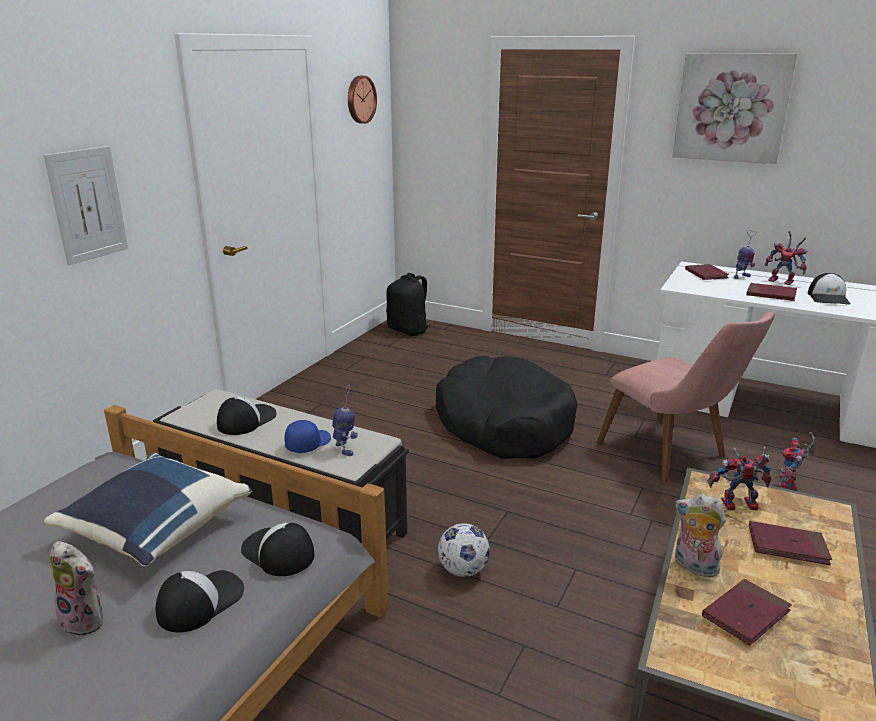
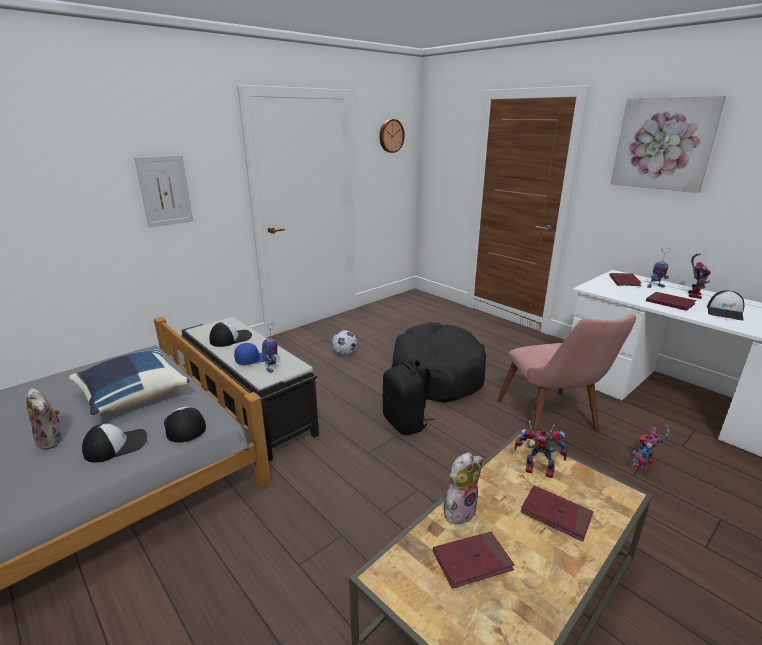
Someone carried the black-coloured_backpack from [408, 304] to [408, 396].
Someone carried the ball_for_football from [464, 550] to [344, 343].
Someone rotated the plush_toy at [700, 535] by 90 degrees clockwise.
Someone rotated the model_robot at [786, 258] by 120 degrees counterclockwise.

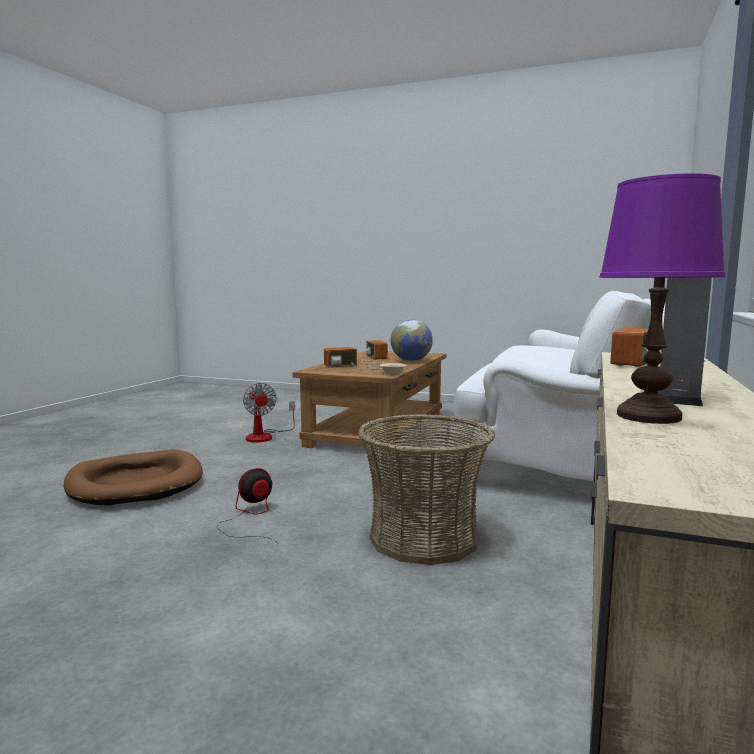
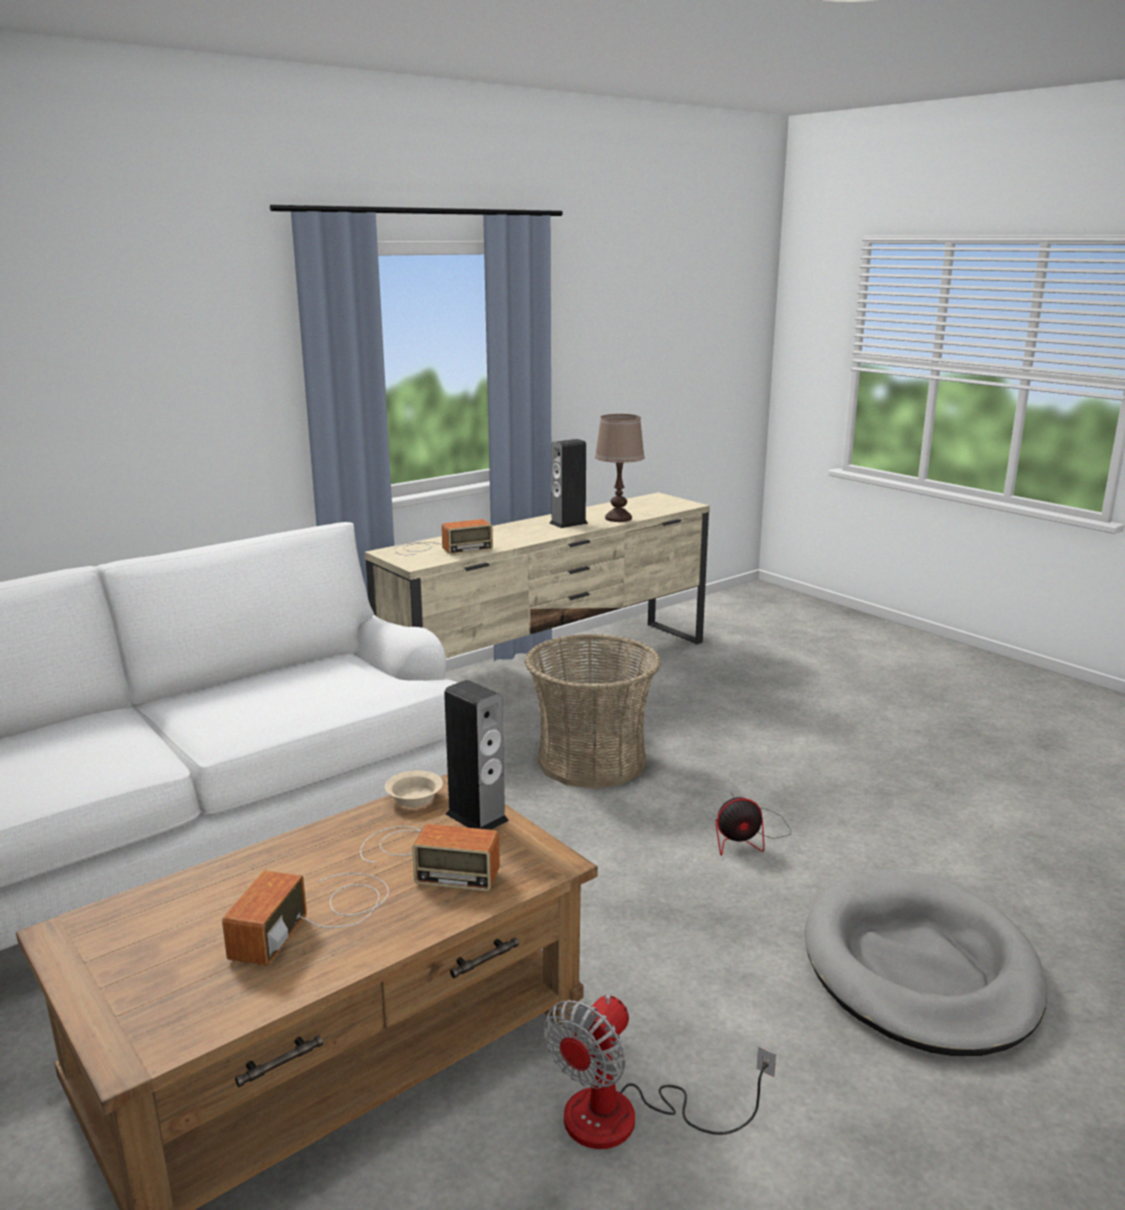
Someone repainted the brown-coloured_dog_cushion at [133, 477], which became the gray_dog_cushion at [925, 963].
Someone rotated the electric_fan at [269, 413] by 150 degrees counterclockwise.
Someone took away the world_globe at [412, 340].
Someone repainted the purple-coloured_lamp_for_a_table at [663, 298], which became the brown-coloured_lamp_for_a_table at [620, 468].
Someone put down the audio_speaker at [476, 755].

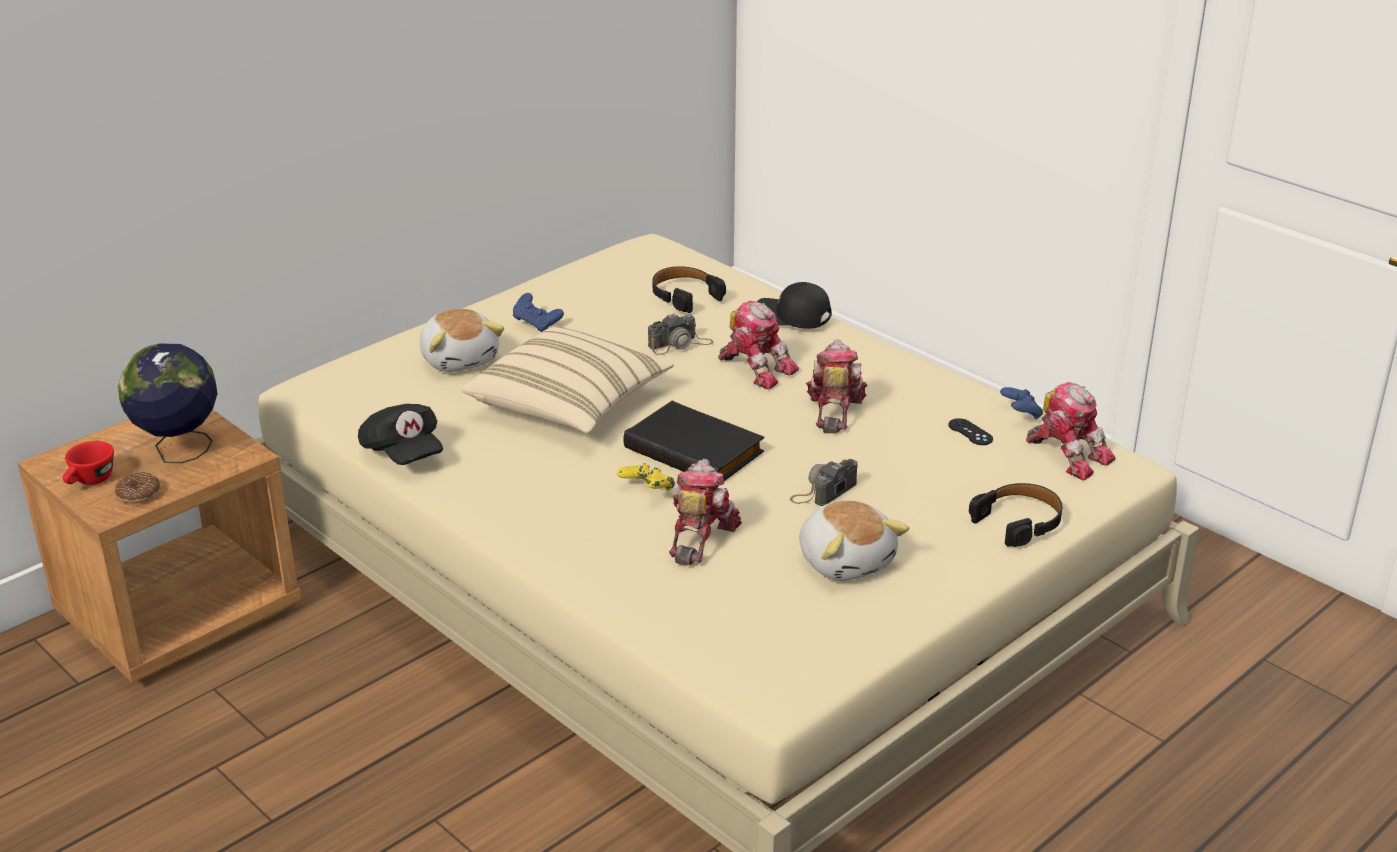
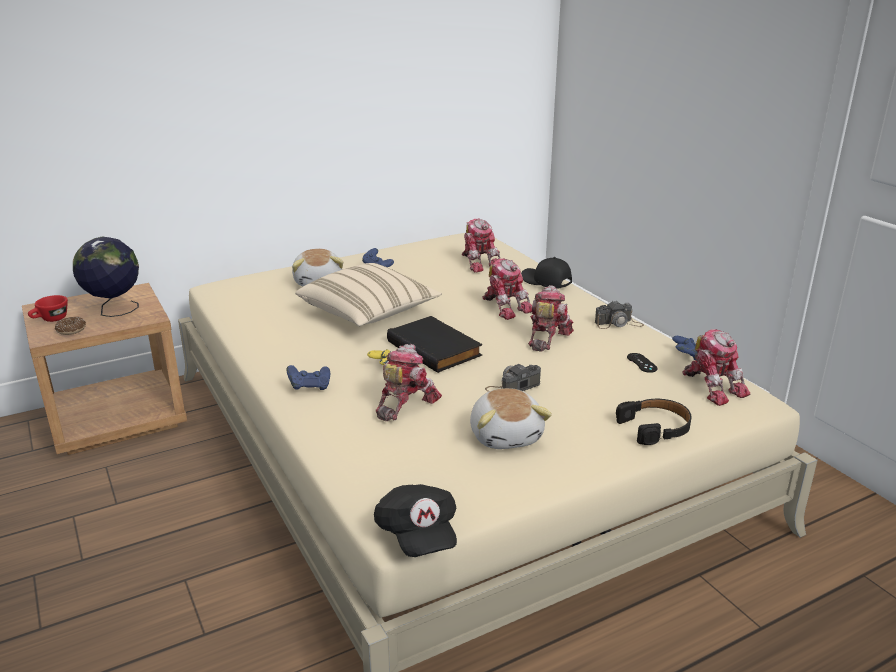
Someone carried the black-coloured_peaked_cap from [400, 434] to [415, 520].
Someone carried the still_camera from [680, 334] to [619, 314].
Someone swapped the black-coloured_pair_of_headphones at [689, 289] for the model_robot at [481, 246].
Someone put down the blue-coloured_joypad at [308, 377].

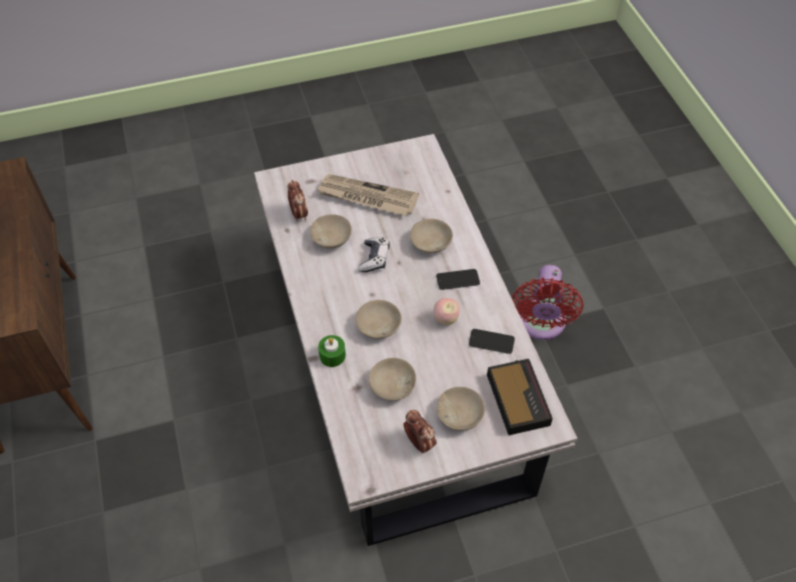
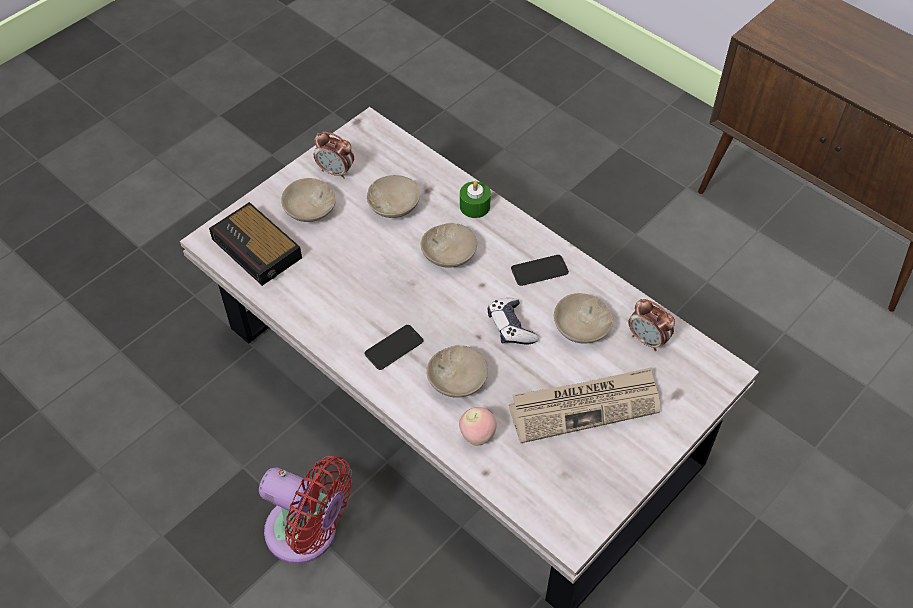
Someone carried the apple from [446, 311] to [478, 426].
Someone carried the telephone from [492, 341] to [540, 270].
Someone rotated the red-coloured_electric_fan at [547, 302] by 135 degrees clockwise.

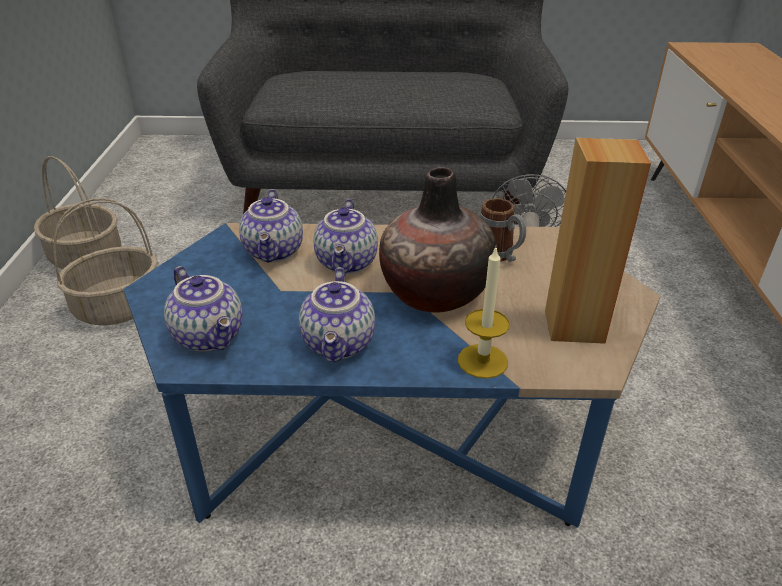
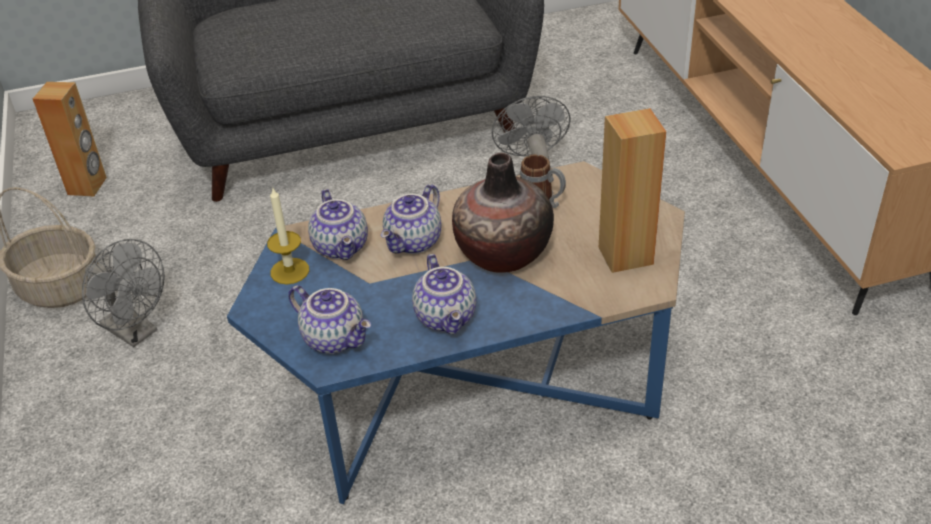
Someone swapped the basket at [105, 261] for the gray_electric_fan at [123, 293].
Someone rotated the tea_pot at [345, 236] by 45 degrees clockwise.
Someone carried the candle from [484, 313] to [288, 236].
Someone put down the brown-coloured_audio_speaker at [70, 139].

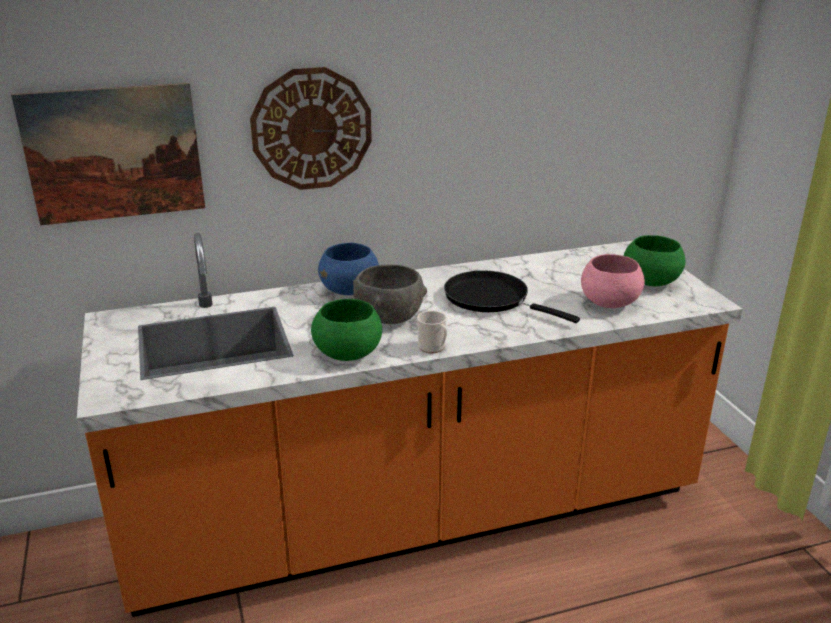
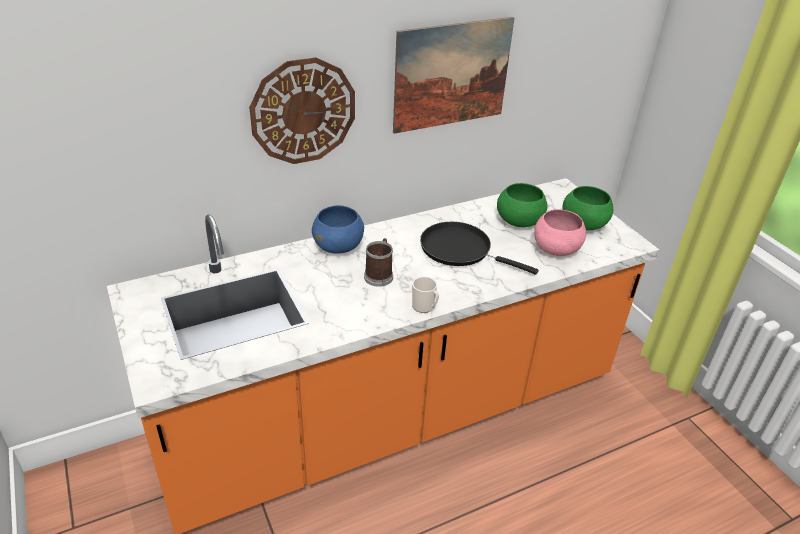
Someone carried the wall_art from [108, 154] to [453, 75].
Someone carried the green_serving_bowl from [346, 330] to [522, 205].
Someone swapped the gray_serving_bowl at [390, 294] for the mug at [378, 262].

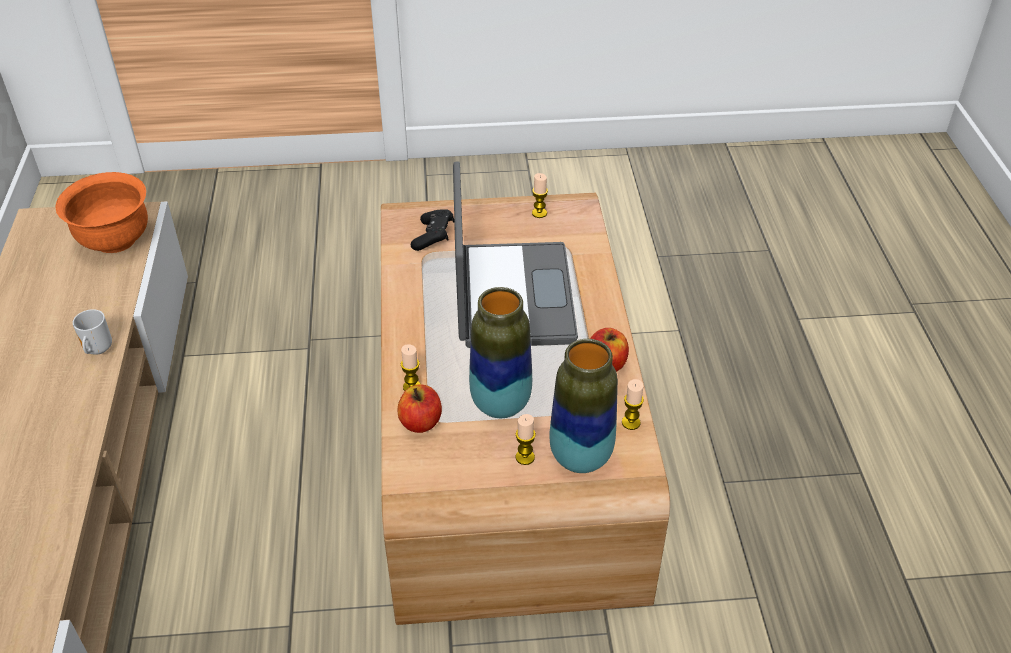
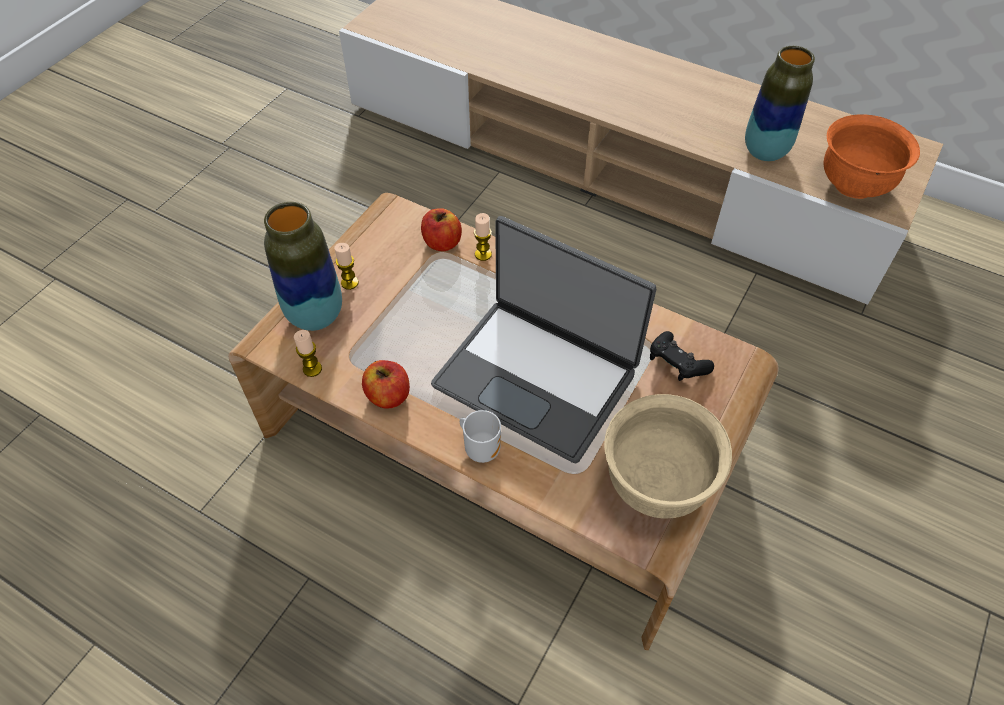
Someone carried the mug from [92, 331] to [480, 436].
Someone carried the decorative_vase from [500, 352] to [780, 103].
Someone swapped the candle at [540, 195] for the beige-coloured_serving_bowl at [668, 456].

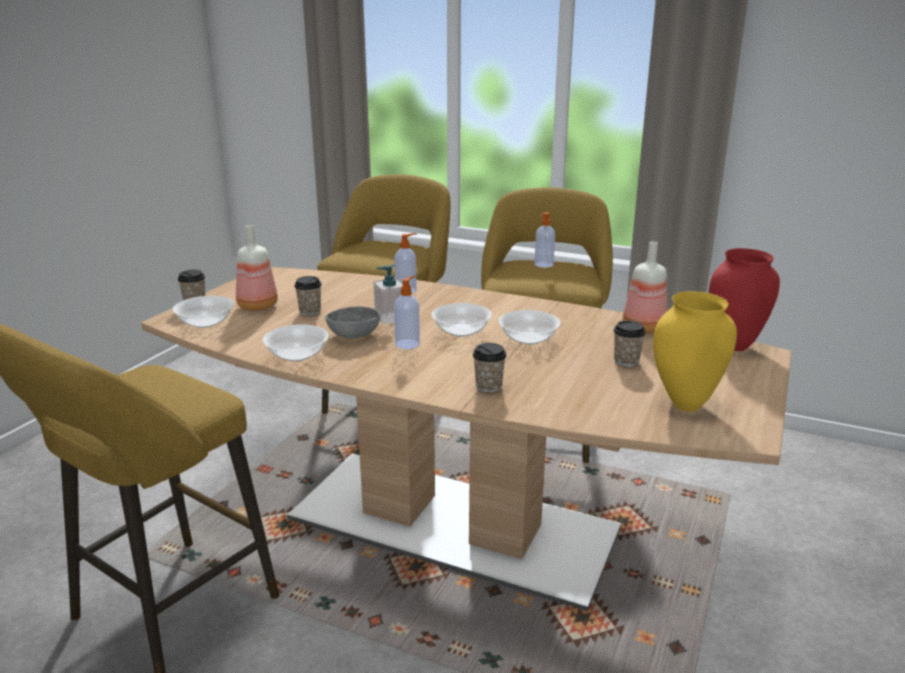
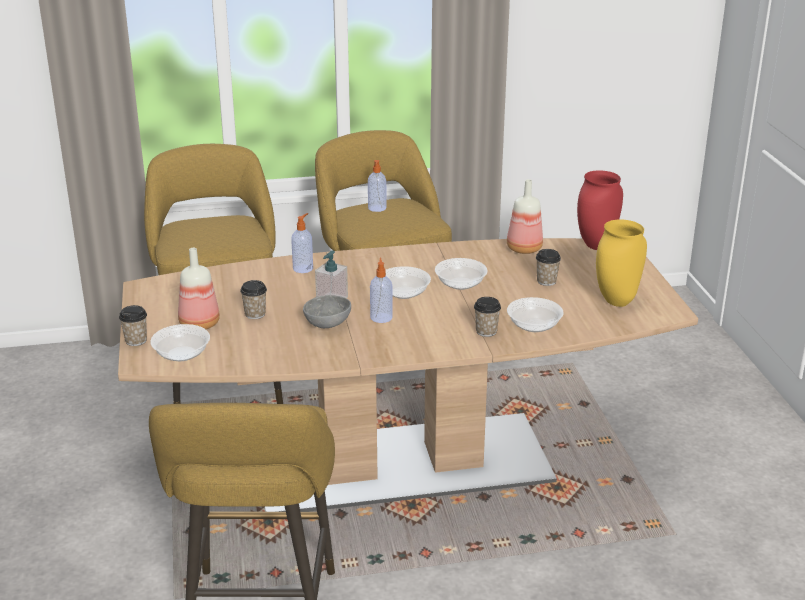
Someone carried the serving_bowl from [296, 343] to [535, 314].

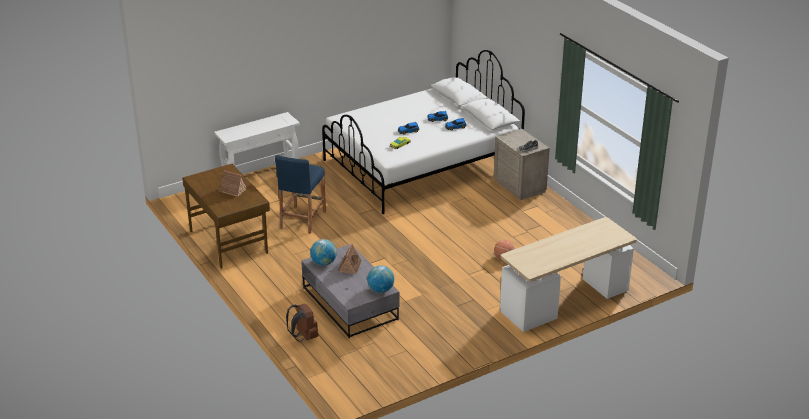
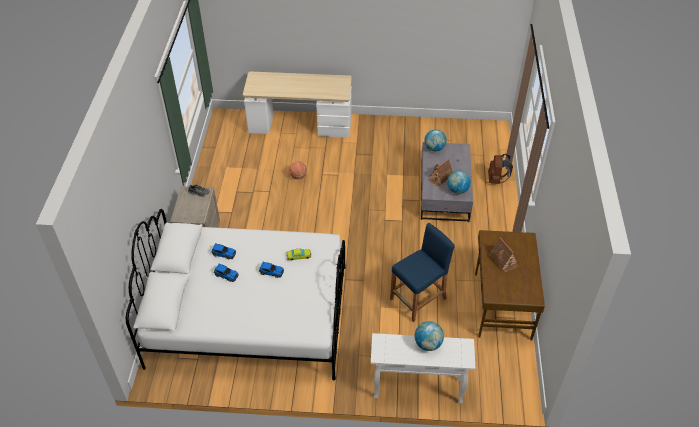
Someone put down the world_globe at [429, 336].

